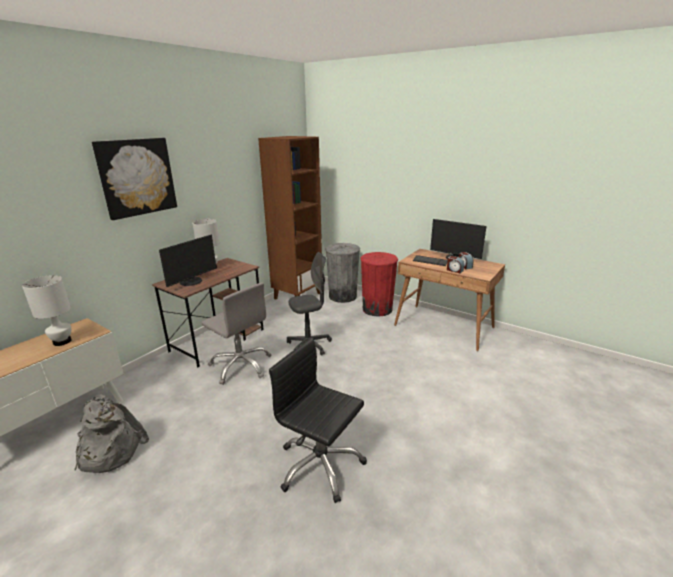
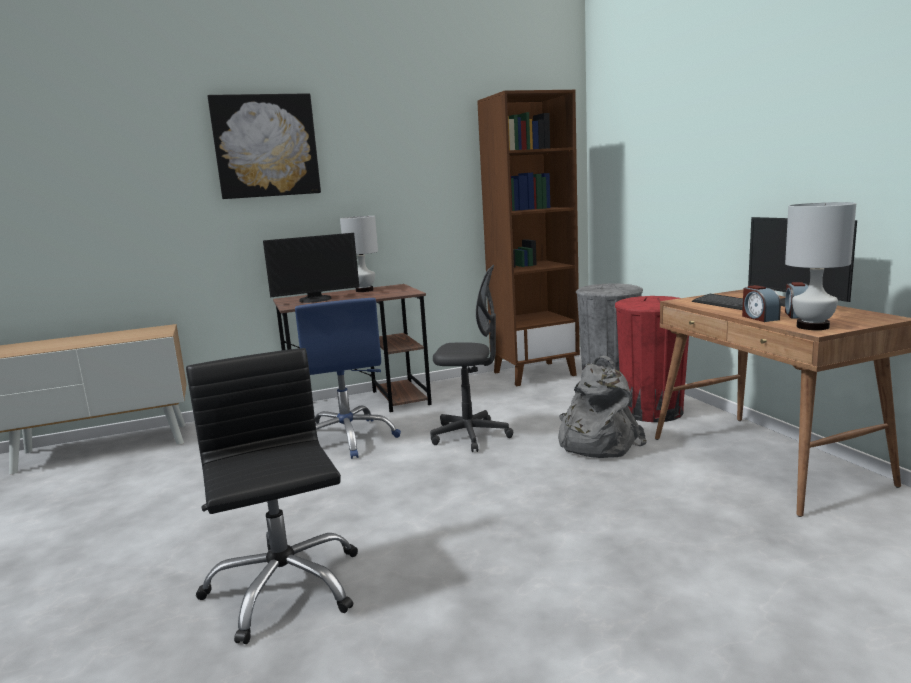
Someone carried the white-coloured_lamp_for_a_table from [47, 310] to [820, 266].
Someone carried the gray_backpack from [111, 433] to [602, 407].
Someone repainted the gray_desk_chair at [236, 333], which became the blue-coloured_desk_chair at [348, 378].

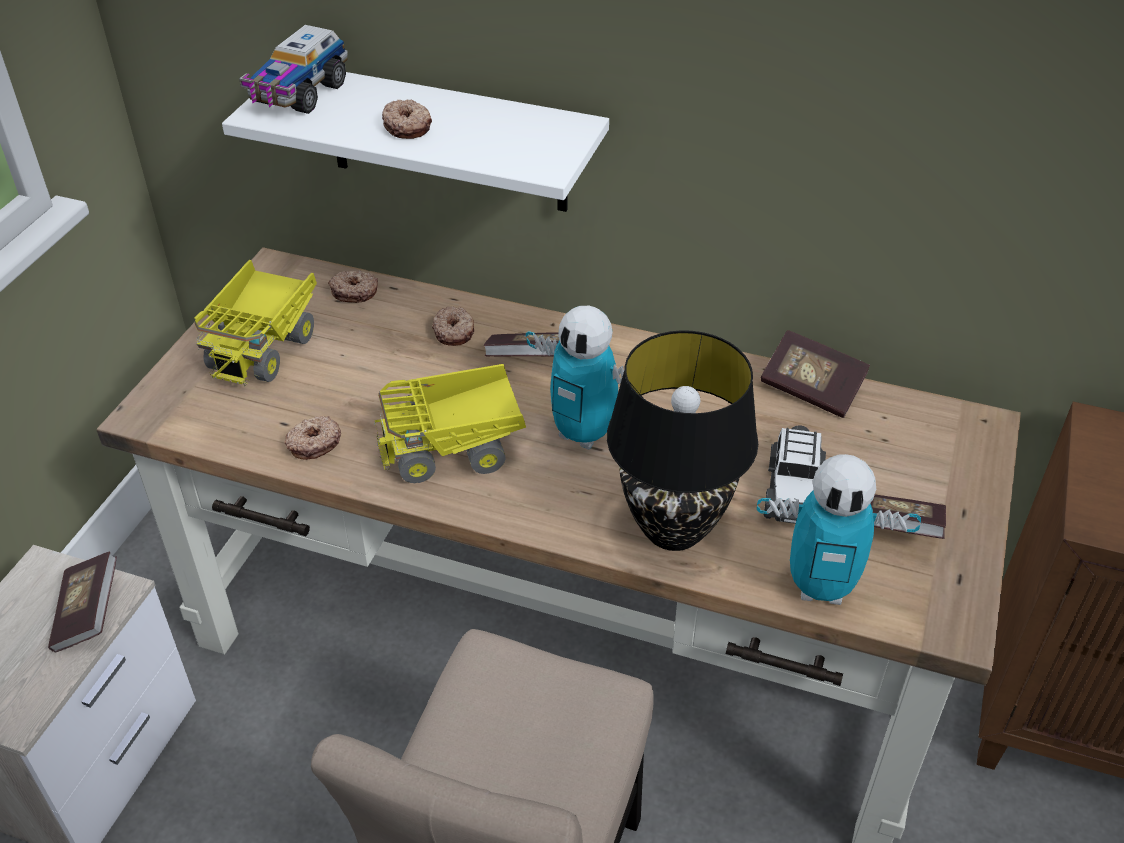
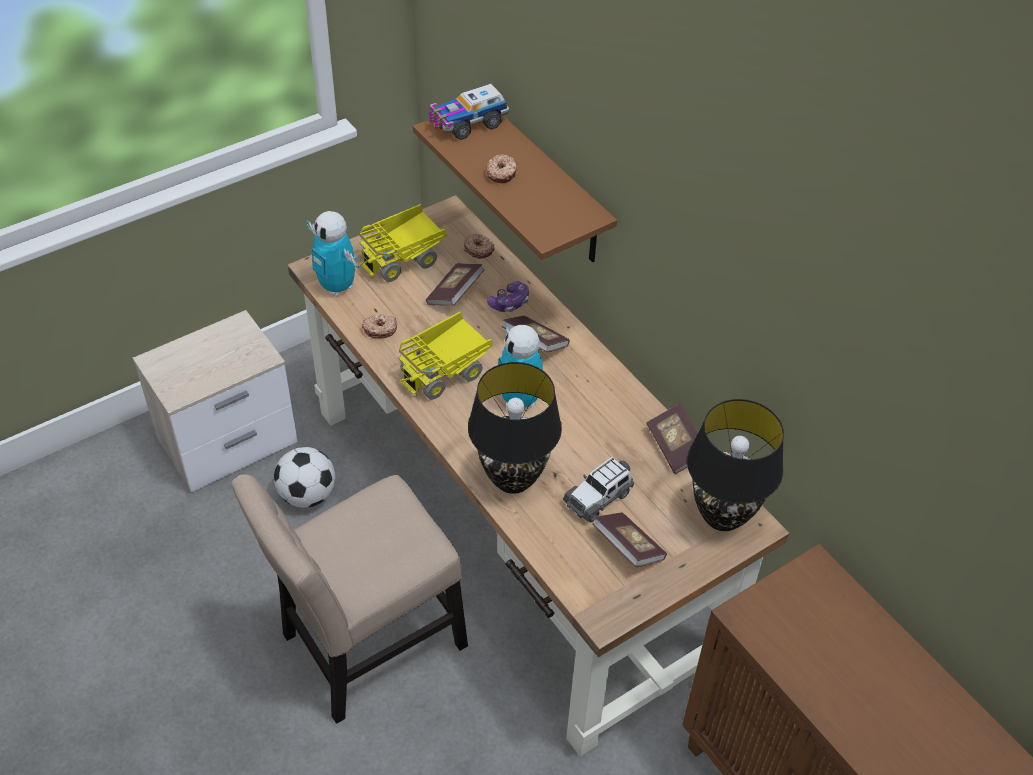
Someone carried the bound_book from [82, 602] to [455, 284].
Someone repainted the white-coloured_wall_shelf at [415, 142], which became the brown-coloured_wall_shelf at [515, 188].
Someone rotated the model_truck at [450, 423] by 60 degrees counterclockwise.
Someone swapped the doughnut at [453, 326] for the joypad at [508, 296].
Someone carried the model_robot from [839, 529] to [333, 254].
Someone put down the ball_for_football at [304, 477].
Someone put down the black-coloured_lamp_for_a_table at [735, 465].

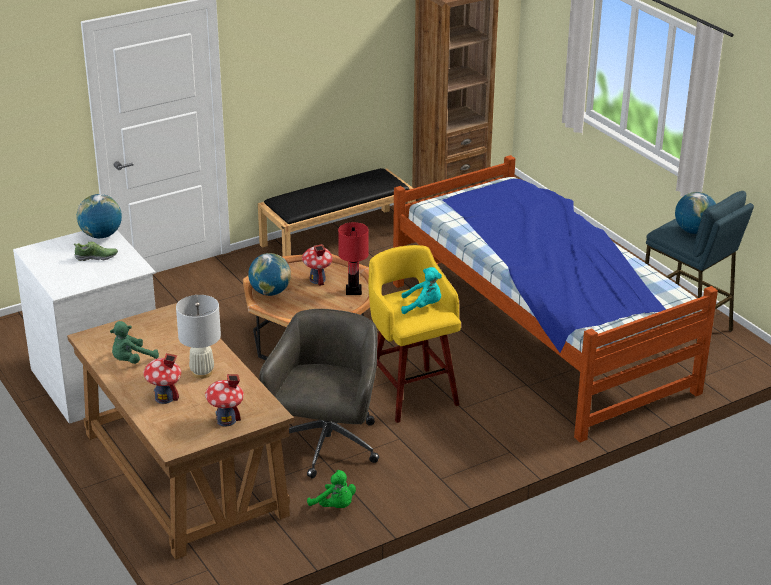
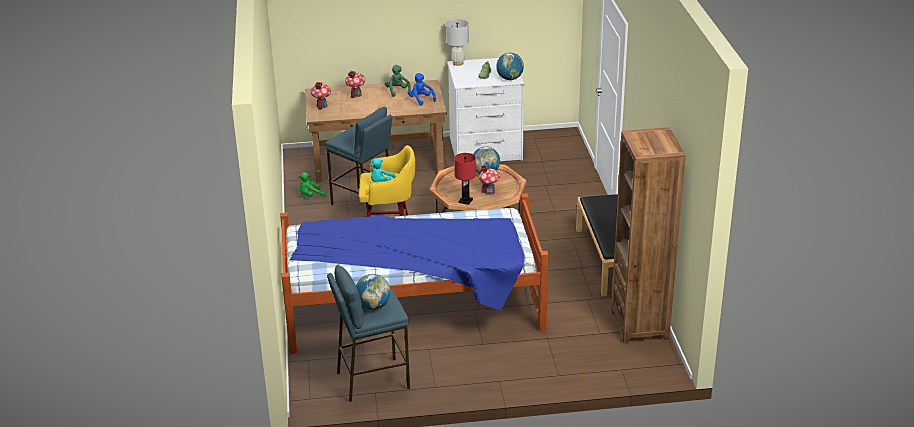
Someone carried the white-coloured_lamp_for_a_table from [198, 337] to [457, 42].
Someone swapped the gray_desk_chair at [319, 393] for the blue-coloured_stool_seat at [360, 157].
Someone put down the blue-coloured_plush_toy at [422, 89].

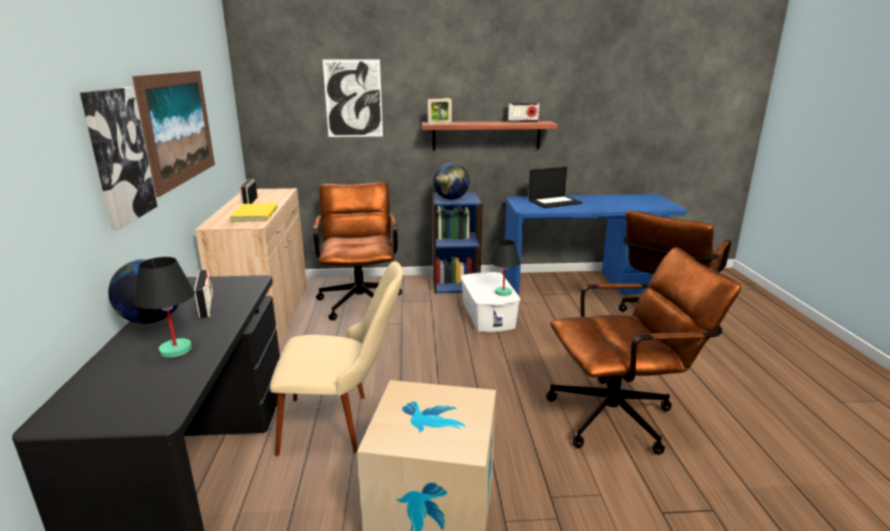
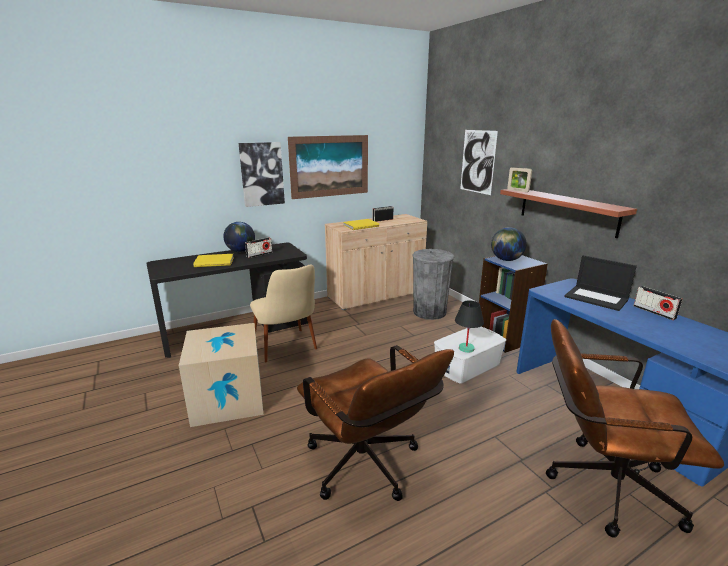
Someone swapped the black-coloured_lamp_for_a_table at [164, 307] for the yellowish_bound_book at [213, 260].
Someone swapped the brown-coloured_desk_chair at [357, 251] for the gray_rubbish_bin at [433, 284].
Someone carried the radio_receiver from [523, 112] to [658, 303].

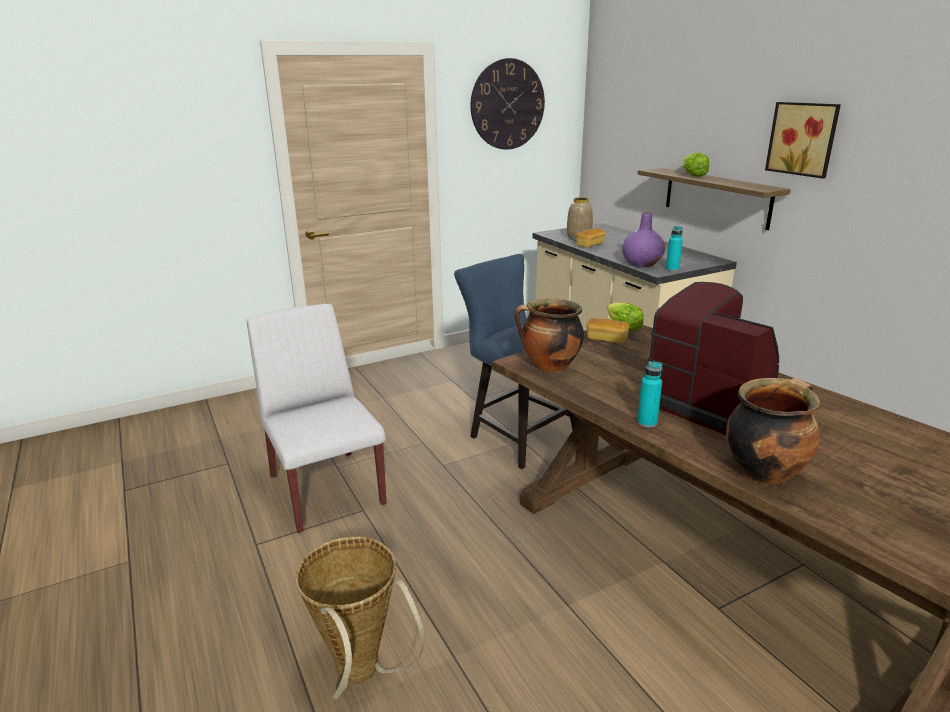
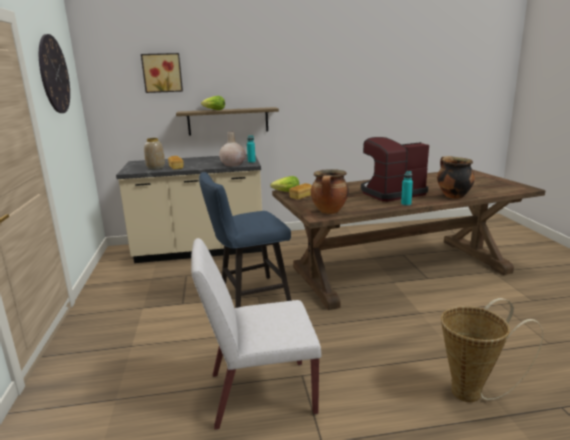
Someone repainted the purple-coloured_decorative_vase at [643, 239], which became the beige-coloured_decorative_vase at [232, 149].
Someone carried the wall_art from [803, 140] to [162, 73].

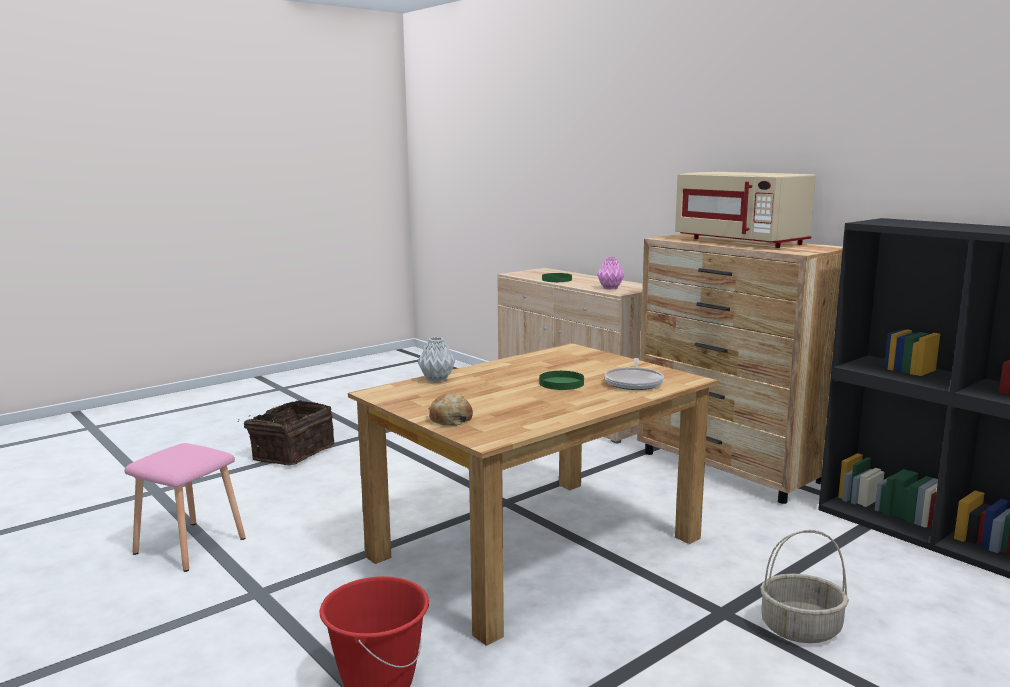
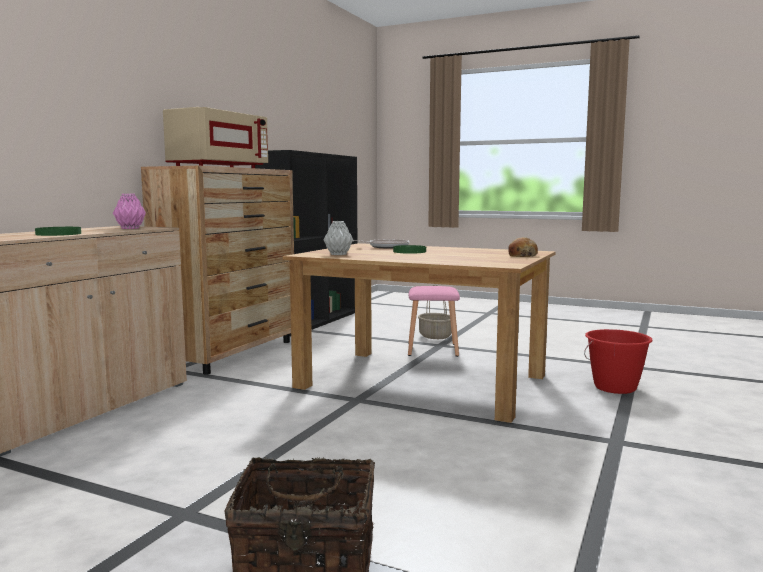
Someone carried the pink_stool_seat from [185, 507] to [434, 321].
Someone carried the gray_decorative_vase from [436, 359] to [338, 238].

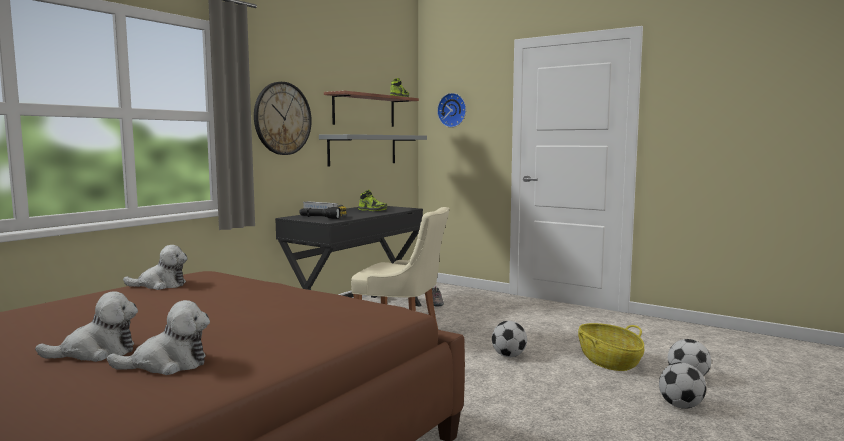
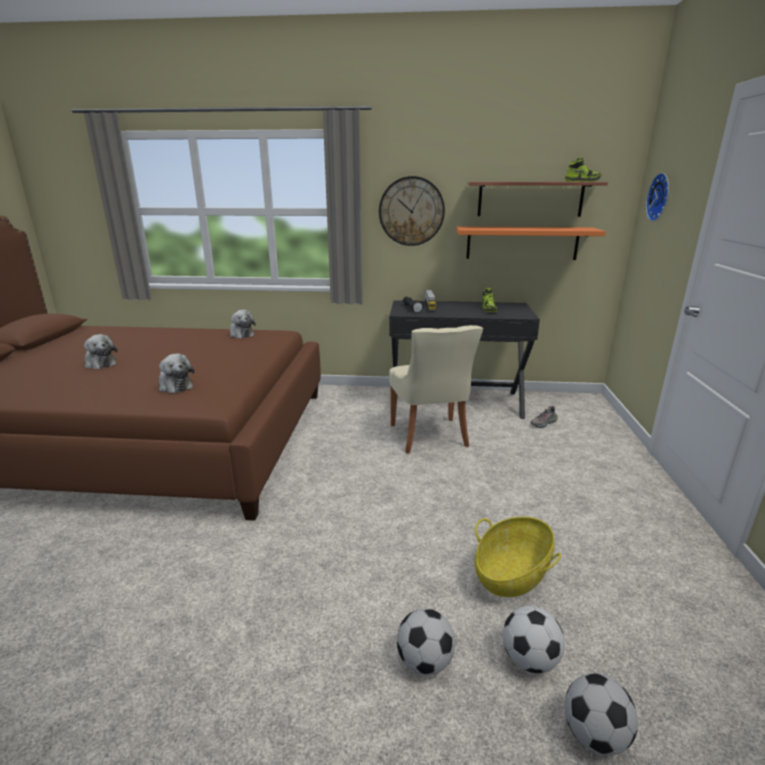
Someone carried the plush_toy from [158, 337] to [176, 373].
Someone repainted the gray_wall_shelf at [373, 150], which became the orange_wall_shelf at [531, 243].
Someone carried the ball_for_football from [509, 339] to [601, 714].

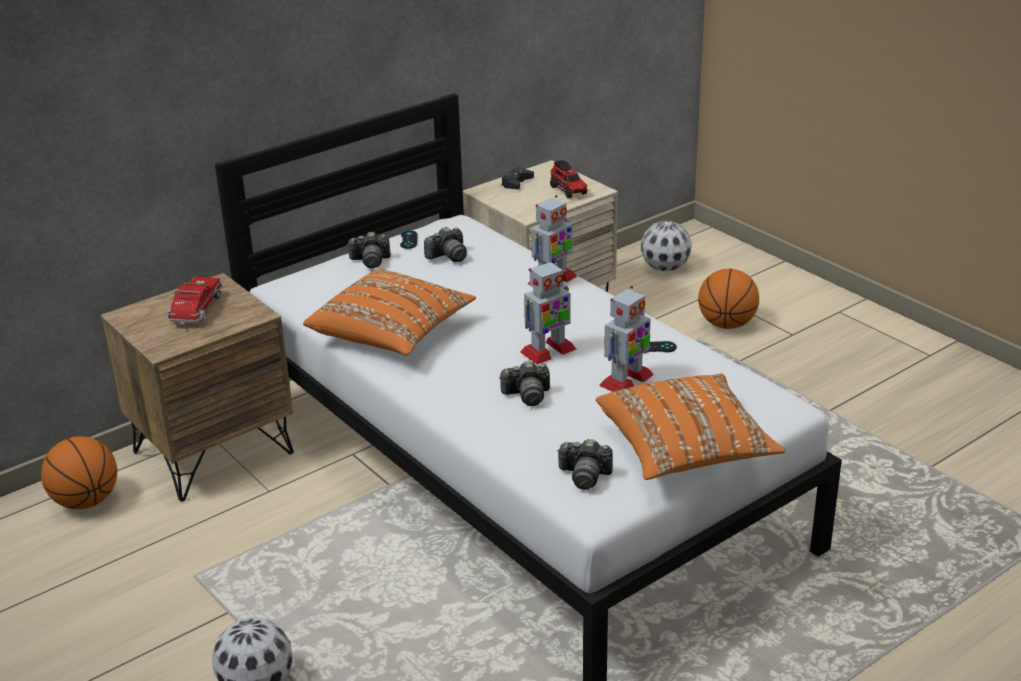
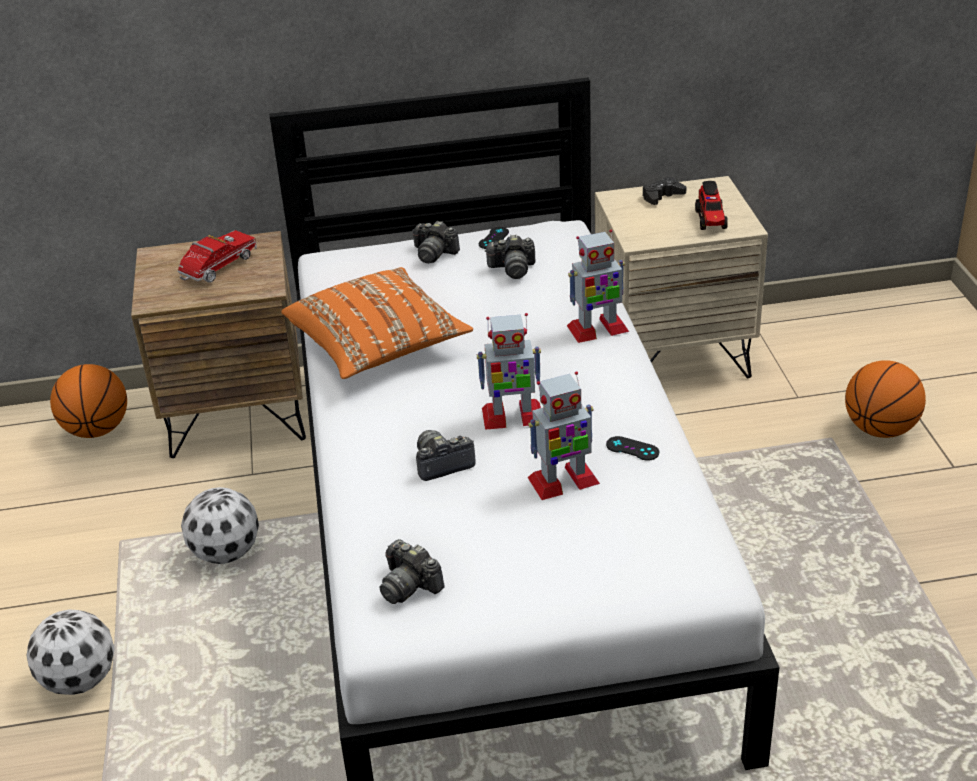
Someone rotated the still_camera at [524, 383] by 135 degrees clockwise.
Someone took away the orange_pillow at [691, 427].
Someone carried the ball_for_football from [666, 246] to [220, 525].

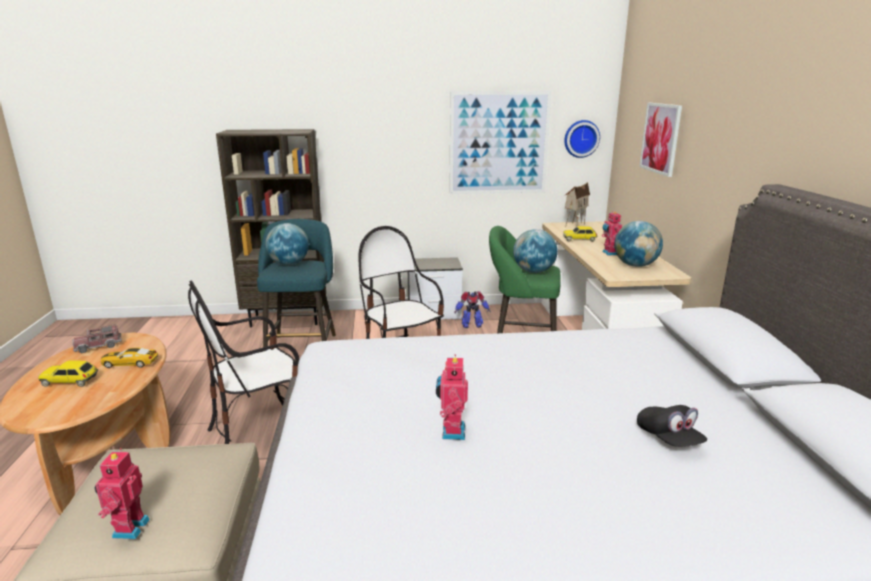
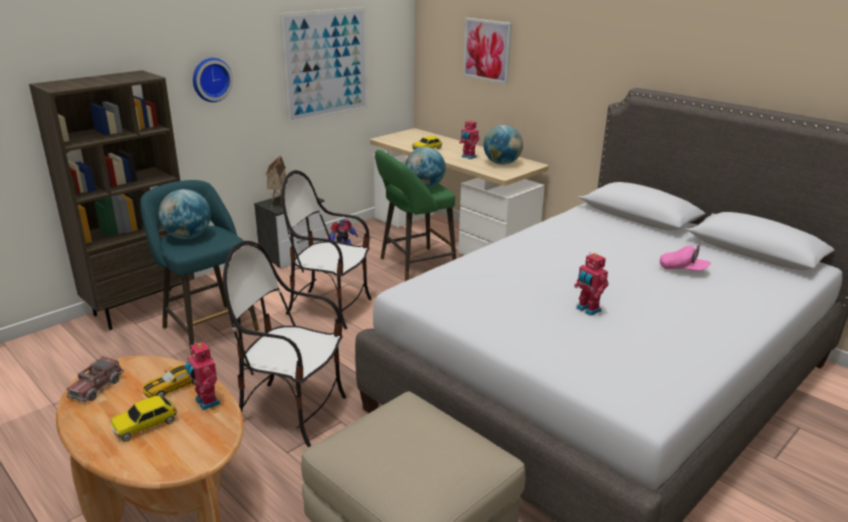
Someone carried the model_robot from [122, 493] to [203, 375].
Someone rotated the upright_chair at [243, 362] by 90 degrees clockwise.
Someone carried the clock_on_the_wall from [582, 139] to [213, 80].
Someone carried the toy_house from [577, 204] to [275, 182].
Someone repainted the black-coloured_peaked_cap at [672, 426], which became the pink_peaked_cap at [685, 258].

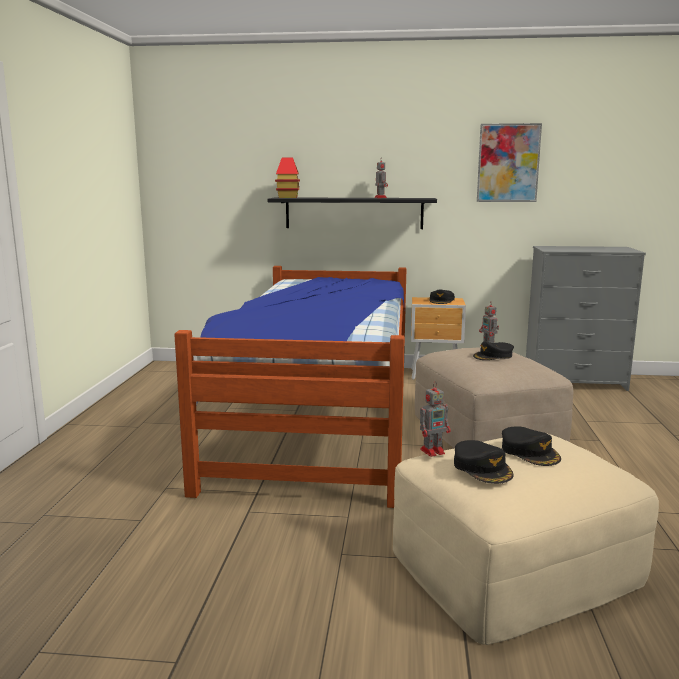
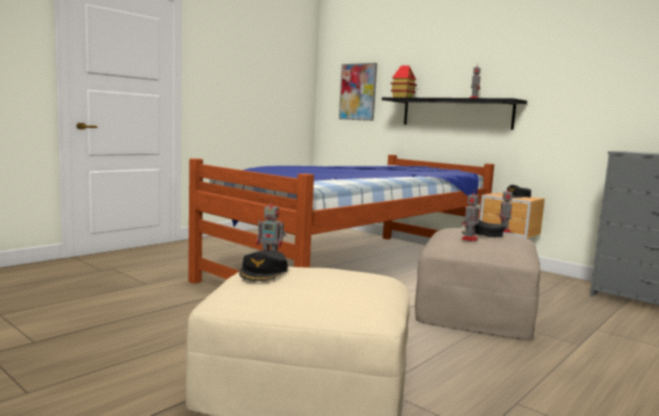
Someone carried the wall_art from [509, 162] to [358, 92].
Someone took away the black-coloured_peaked_cap at [531, 446].
Someone put down the model_robot at [470, 215].

